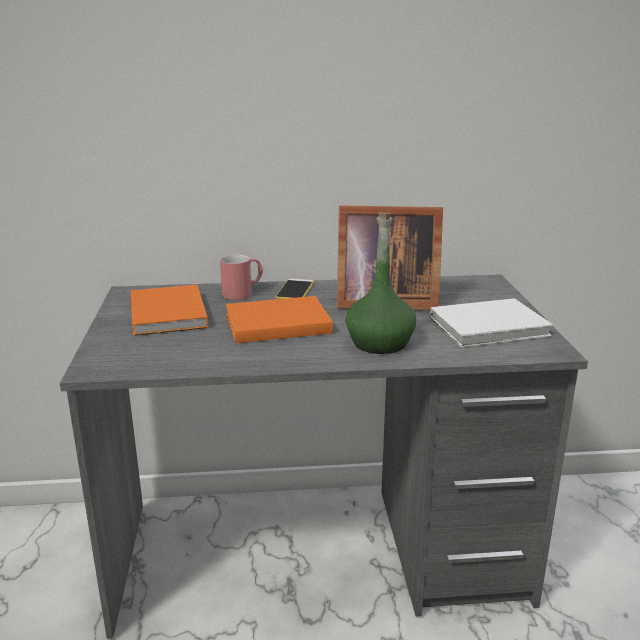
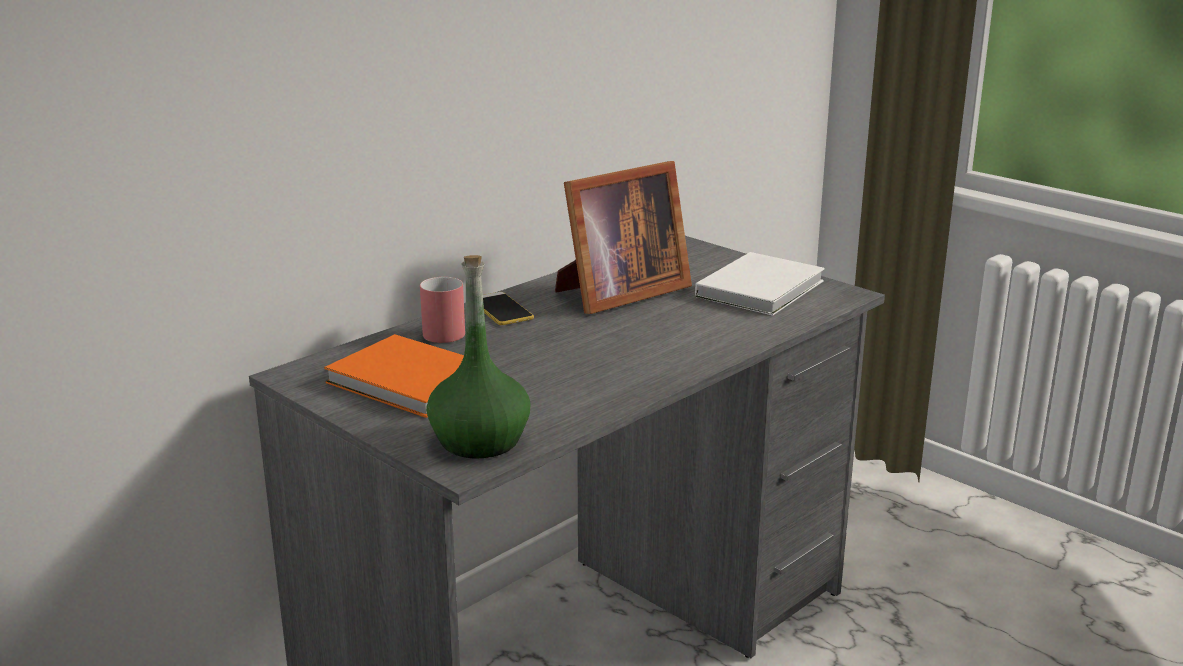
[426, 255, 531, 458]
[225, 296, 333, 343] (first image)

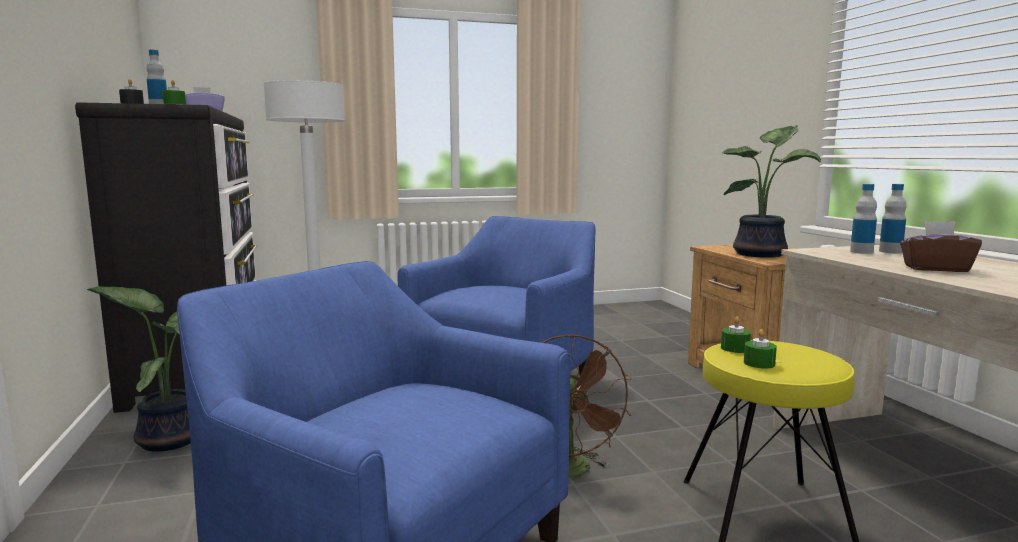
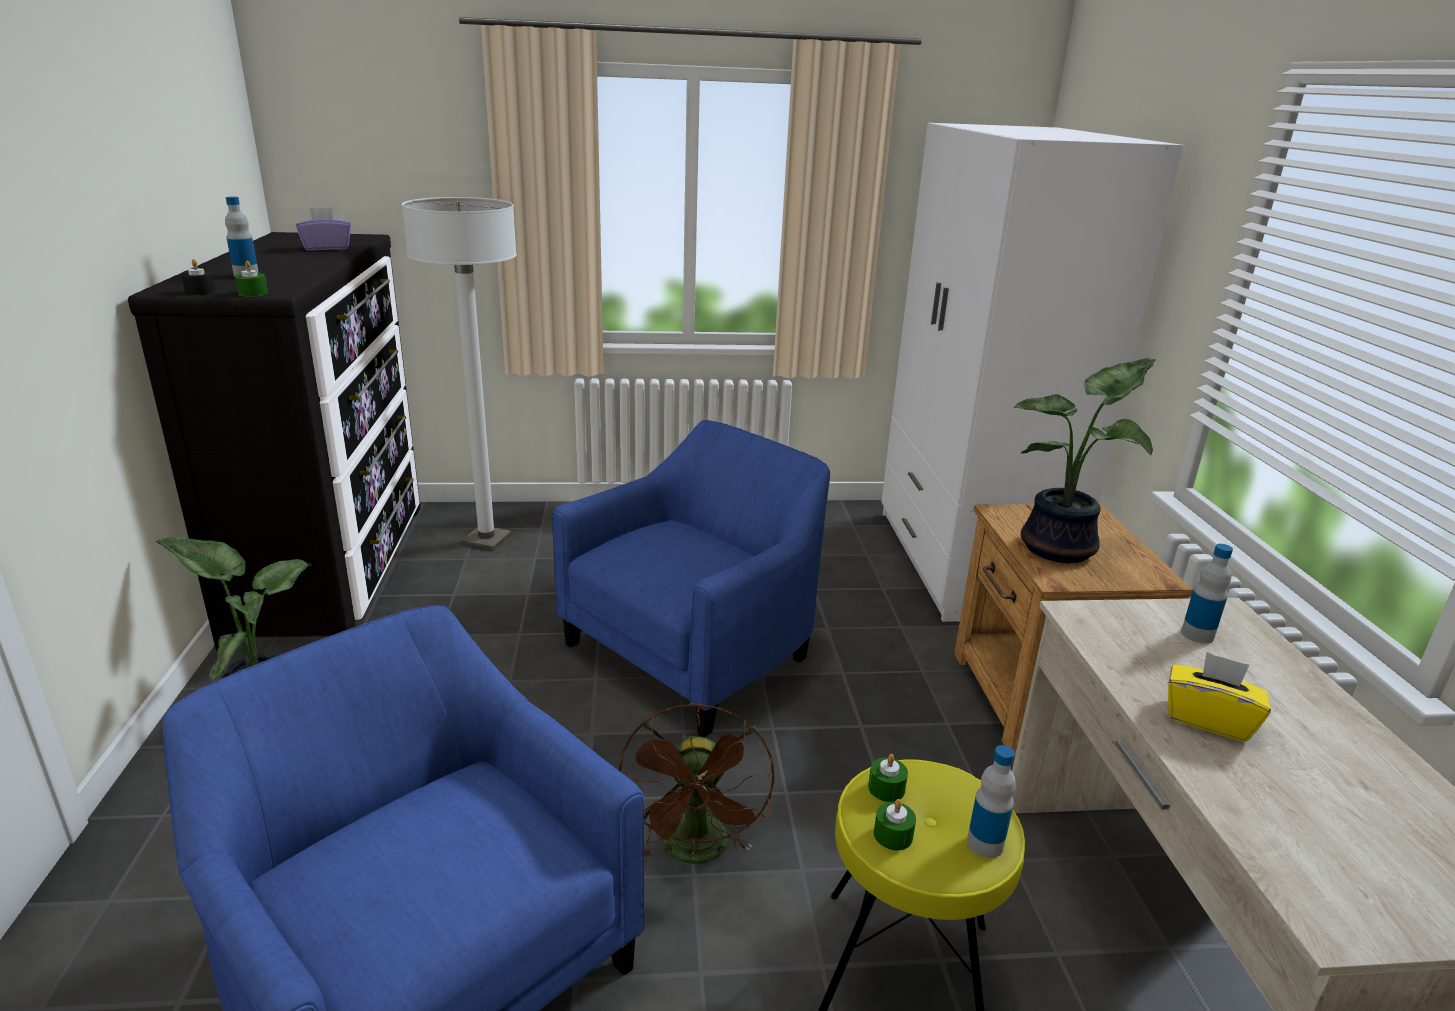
[967, 745, 1016, 858]
[1168, 652, 1271, 742]
[881, 123, 1183, 622]

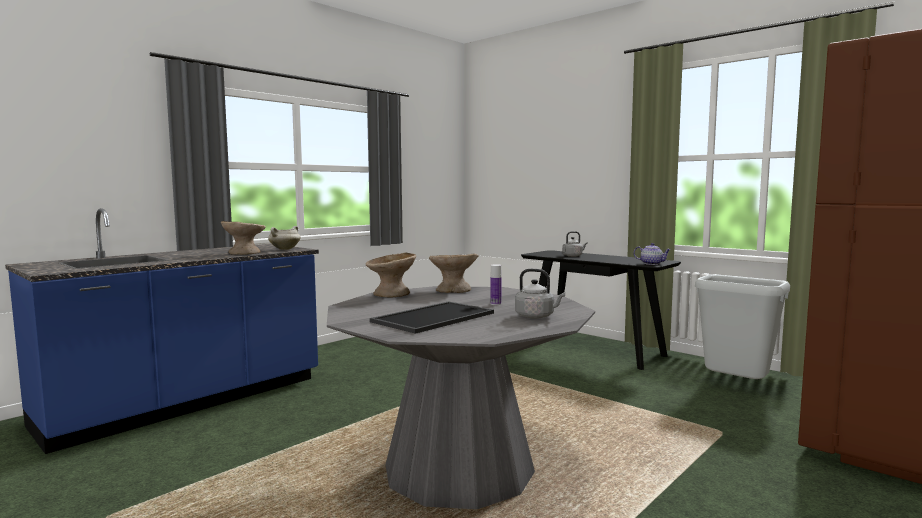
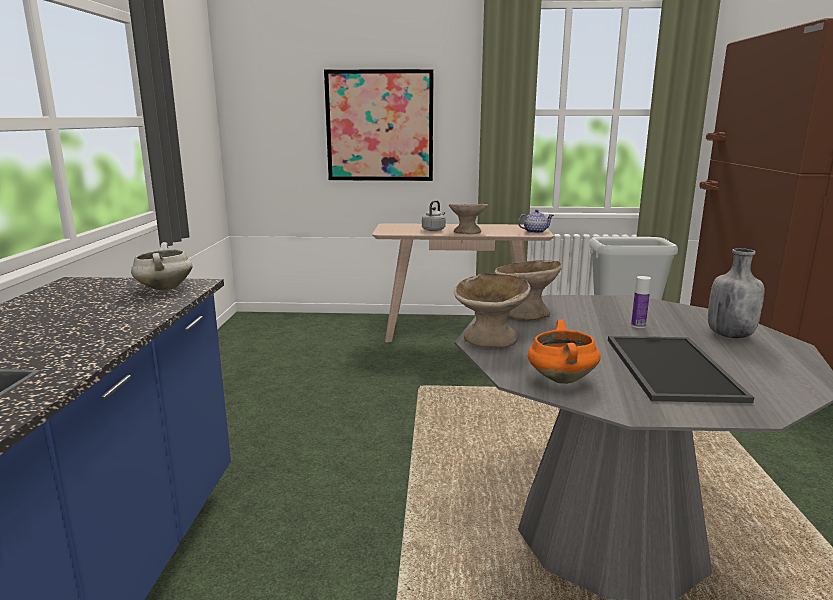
[449, 204, 488, 234]
[372, 223, 554, 342]
[708, 248, 764, 338]
[324, 69, 434, 181]
[528, 320, 601, 384]

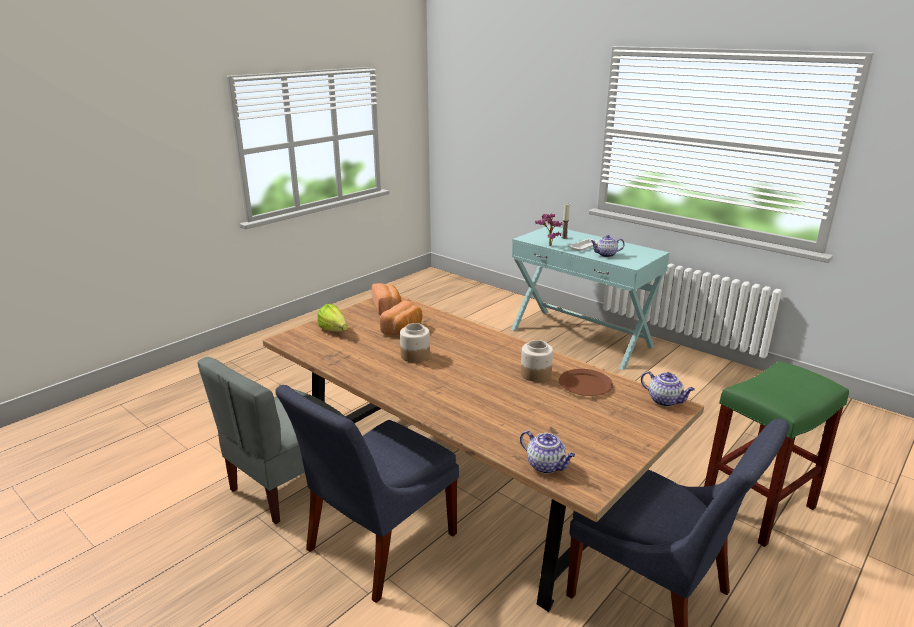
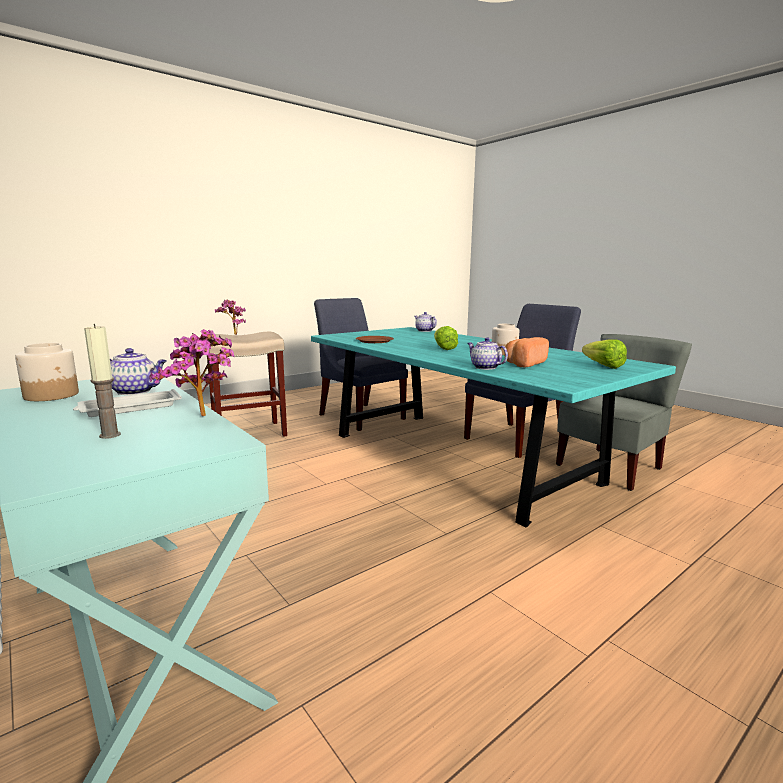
[372, 283, 402, 315] (first image)
[311, 327, 676, 528]
[15, 343, 79, 401]
[207, 332, 287, 437]
[467, 338, 508, 370]
[215, 300, 246, 335]
[434, 326, 458, 350]

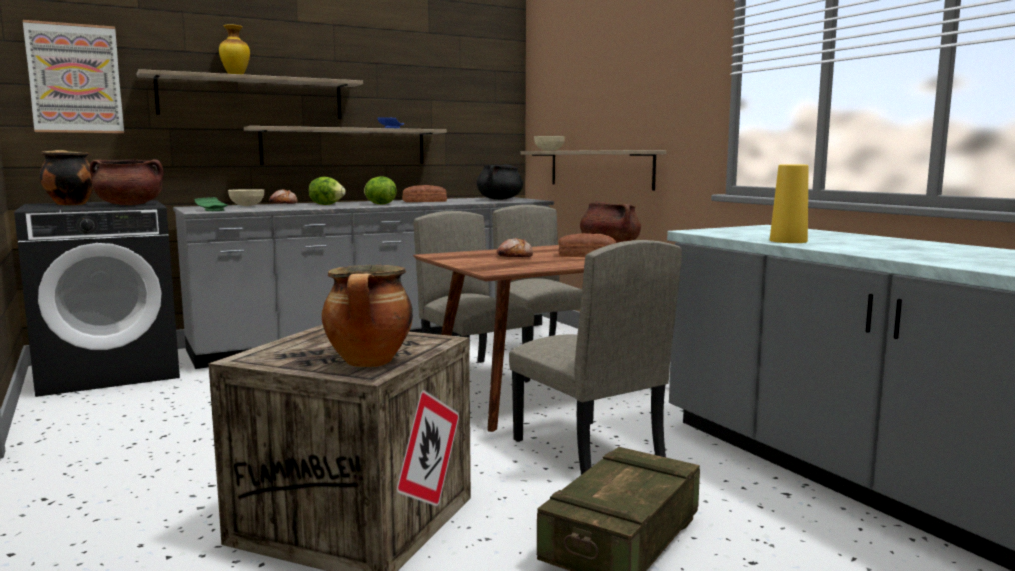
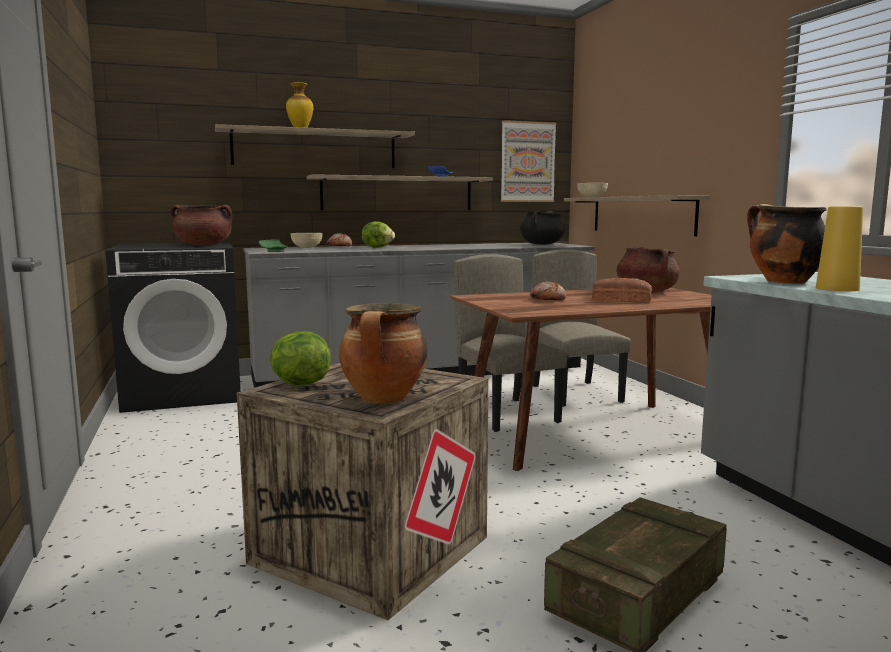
[501, 120, 556, 202]
[747, 204, 827, 284]
[270, 331, 331, 385]
[402, 185, 447, 202] (first image)
[509, 240, 682, 475] (first image)

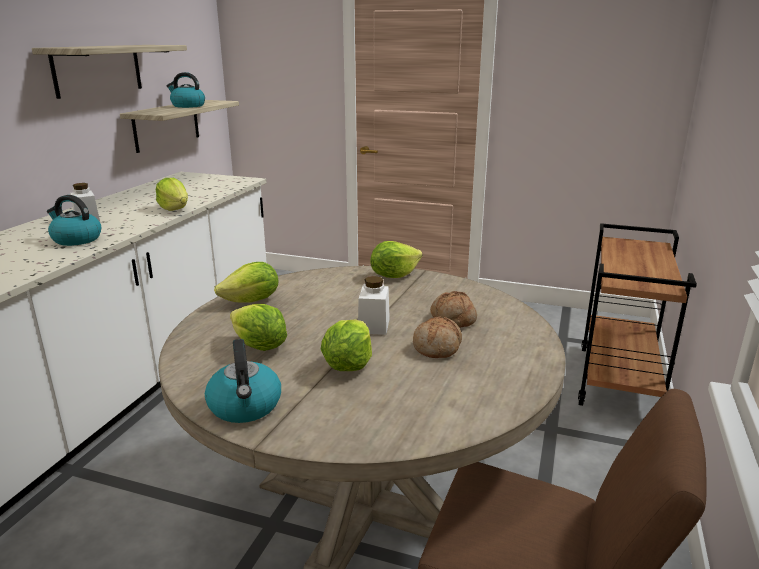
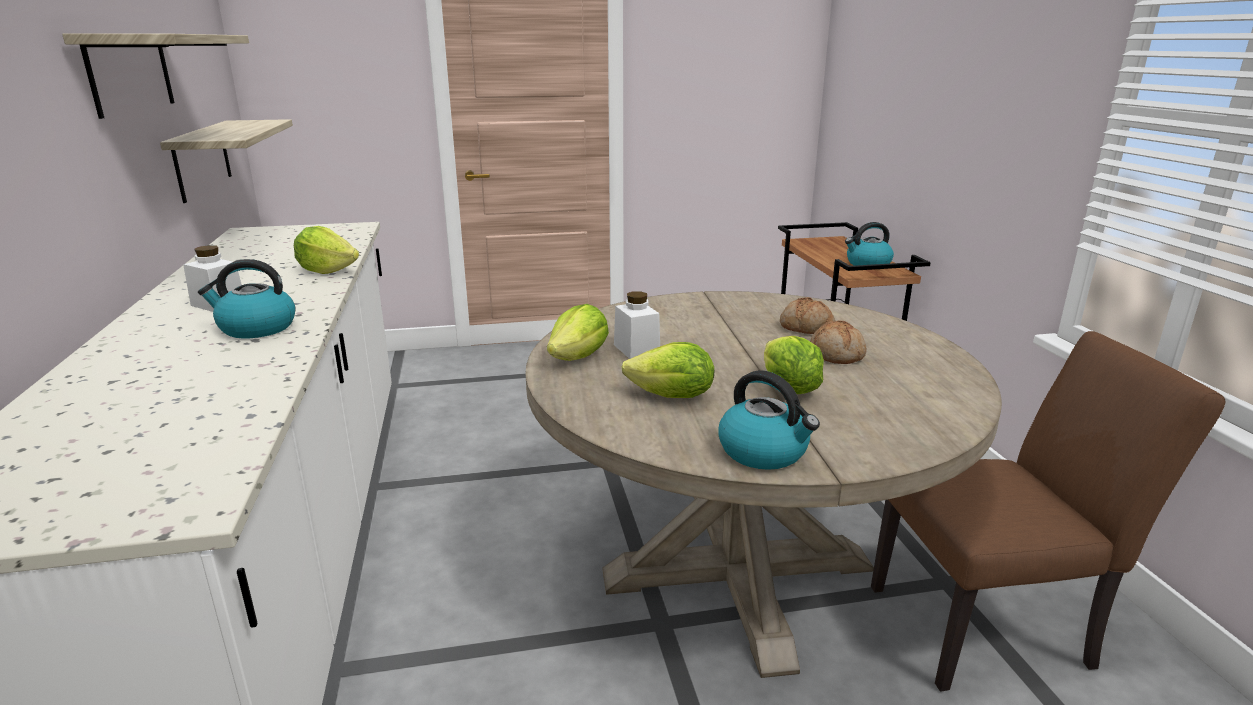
[845, 222, 894, 266]
[370, 241, 423, 278] (first image)
[614, 291, 660, 359]

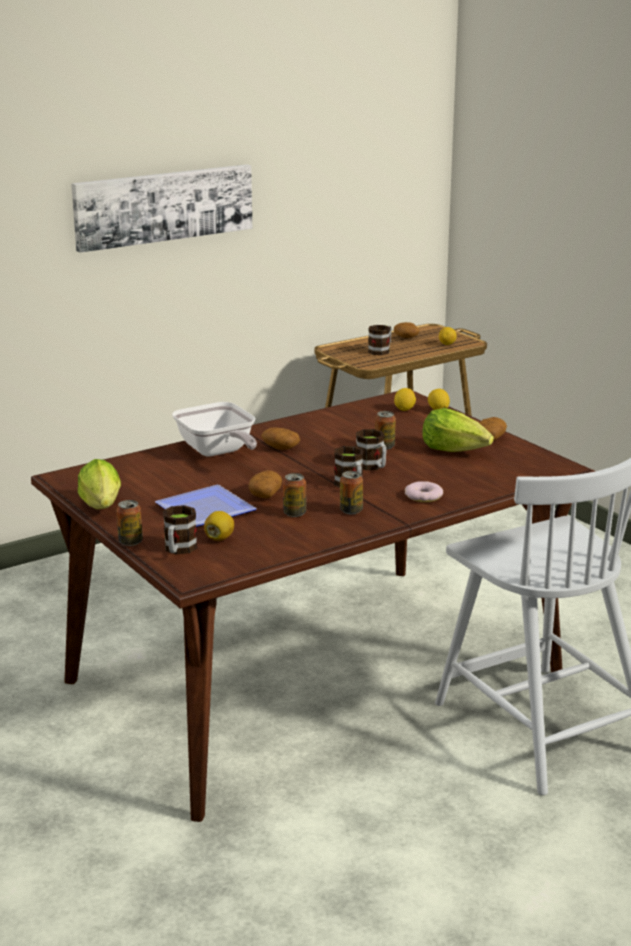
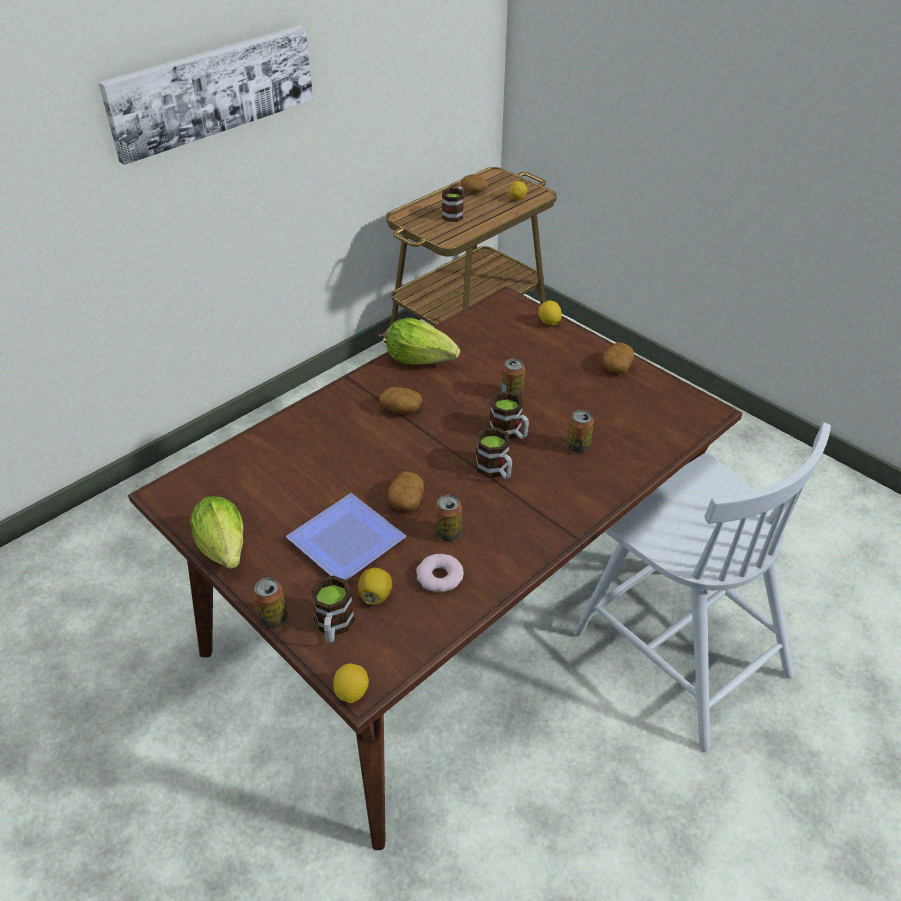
[333, 664, 369, 703]
[172, 402, 257, 457] (first image)
[386, 318, 460, 365]
[567, 410, 594, 453]
[416, 554, 464, 592]

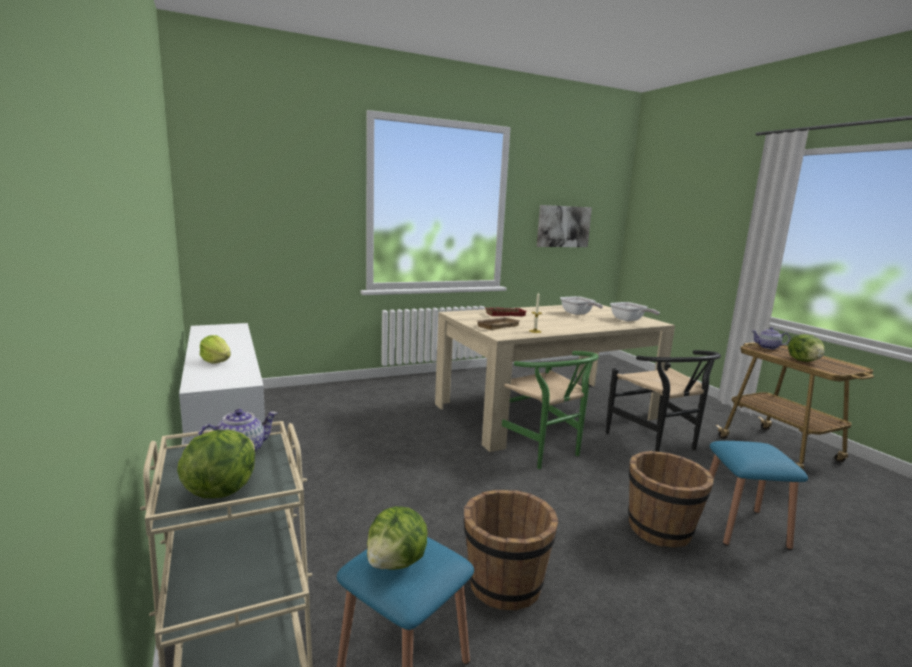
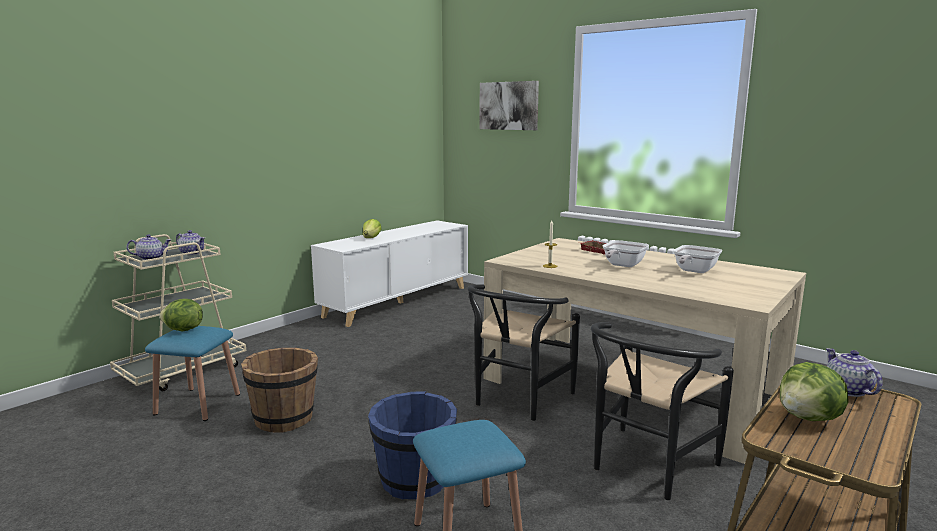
[479, 81, 539, 130]
[603, 240, 649, 267]
[477, 317, 521, 330] (first image)
[468, 284, 580, 421]
[127, 234, 171, 260]
[368, 391, 457, 500]

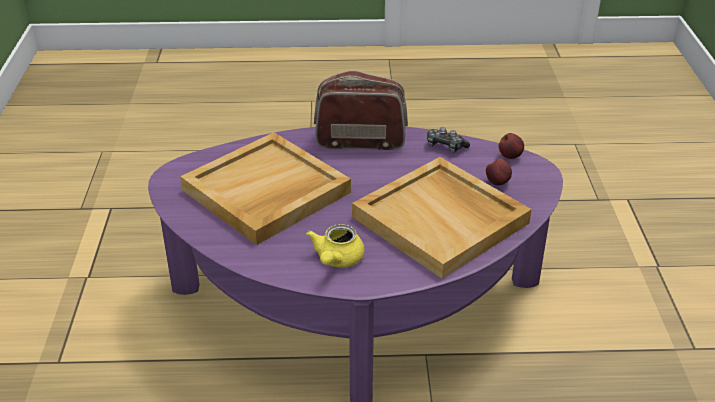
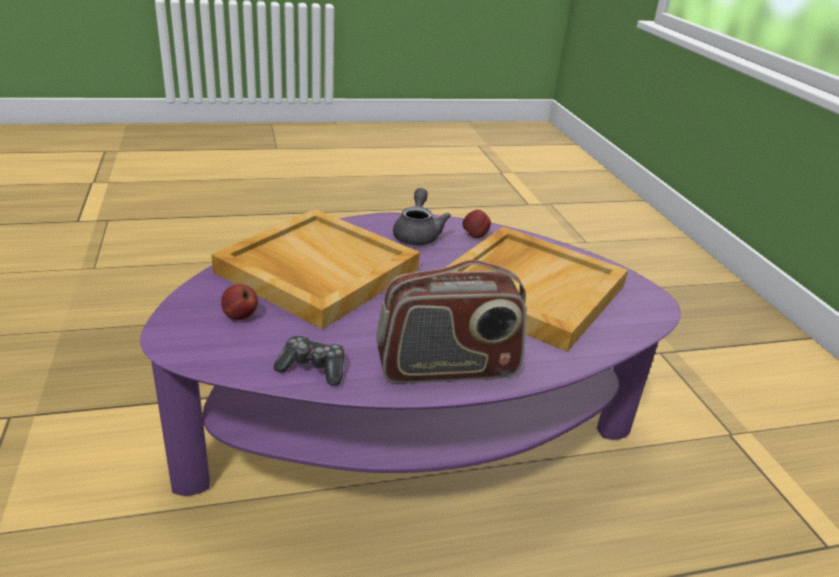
[462, 210, 491, 238]
[393, 188, 451, 245]

